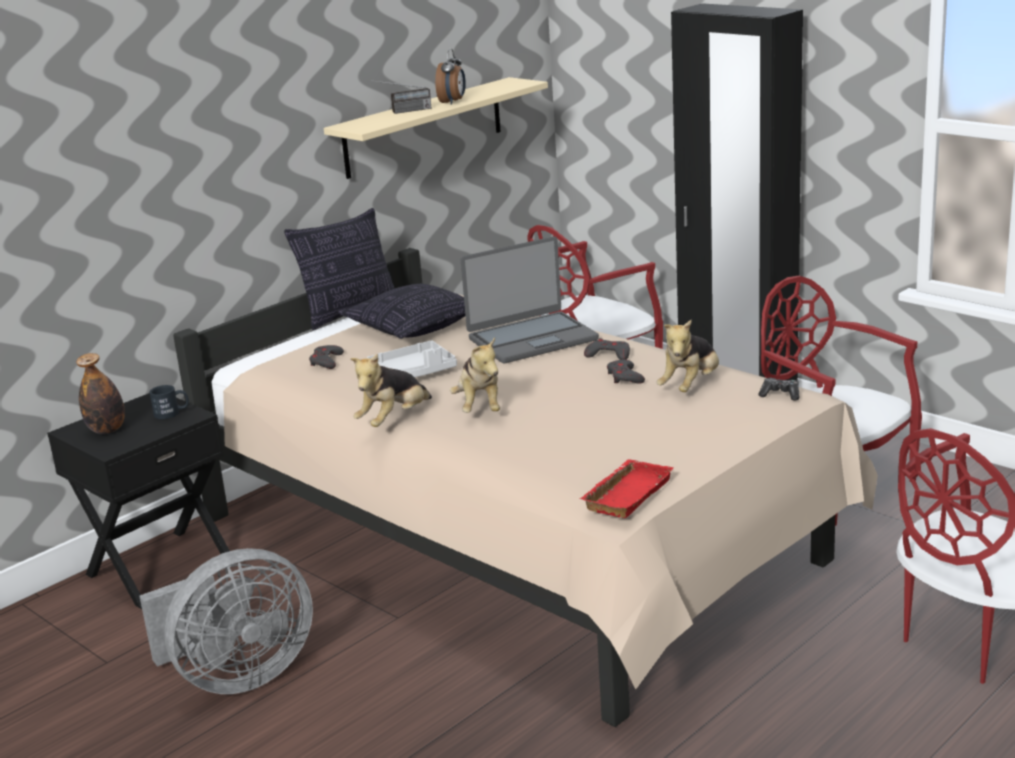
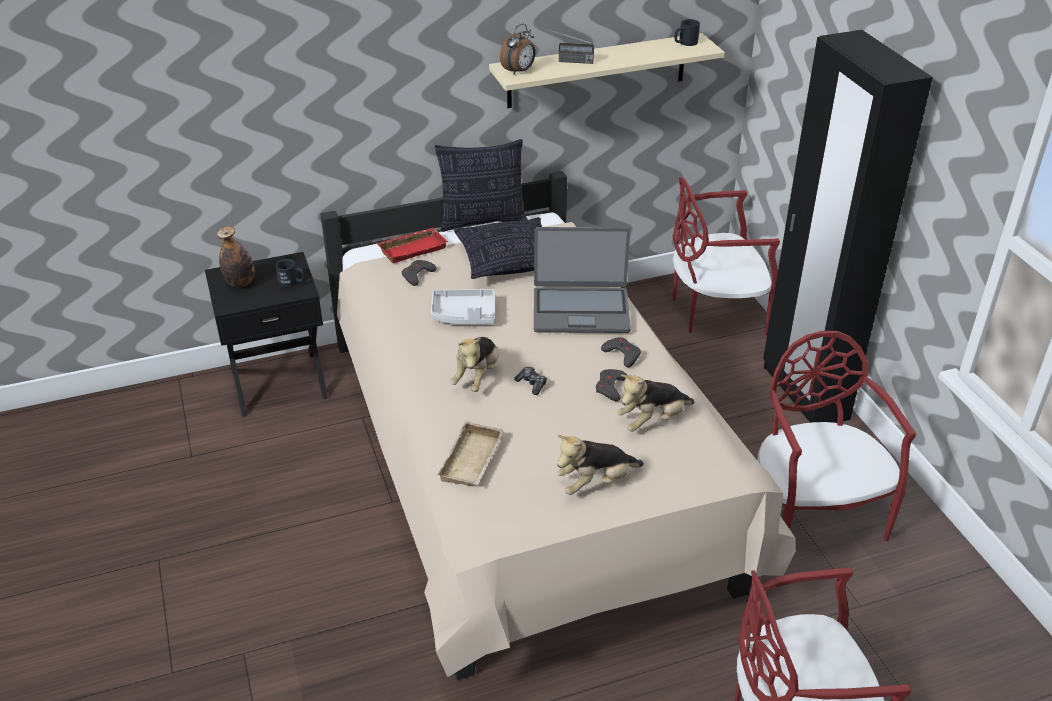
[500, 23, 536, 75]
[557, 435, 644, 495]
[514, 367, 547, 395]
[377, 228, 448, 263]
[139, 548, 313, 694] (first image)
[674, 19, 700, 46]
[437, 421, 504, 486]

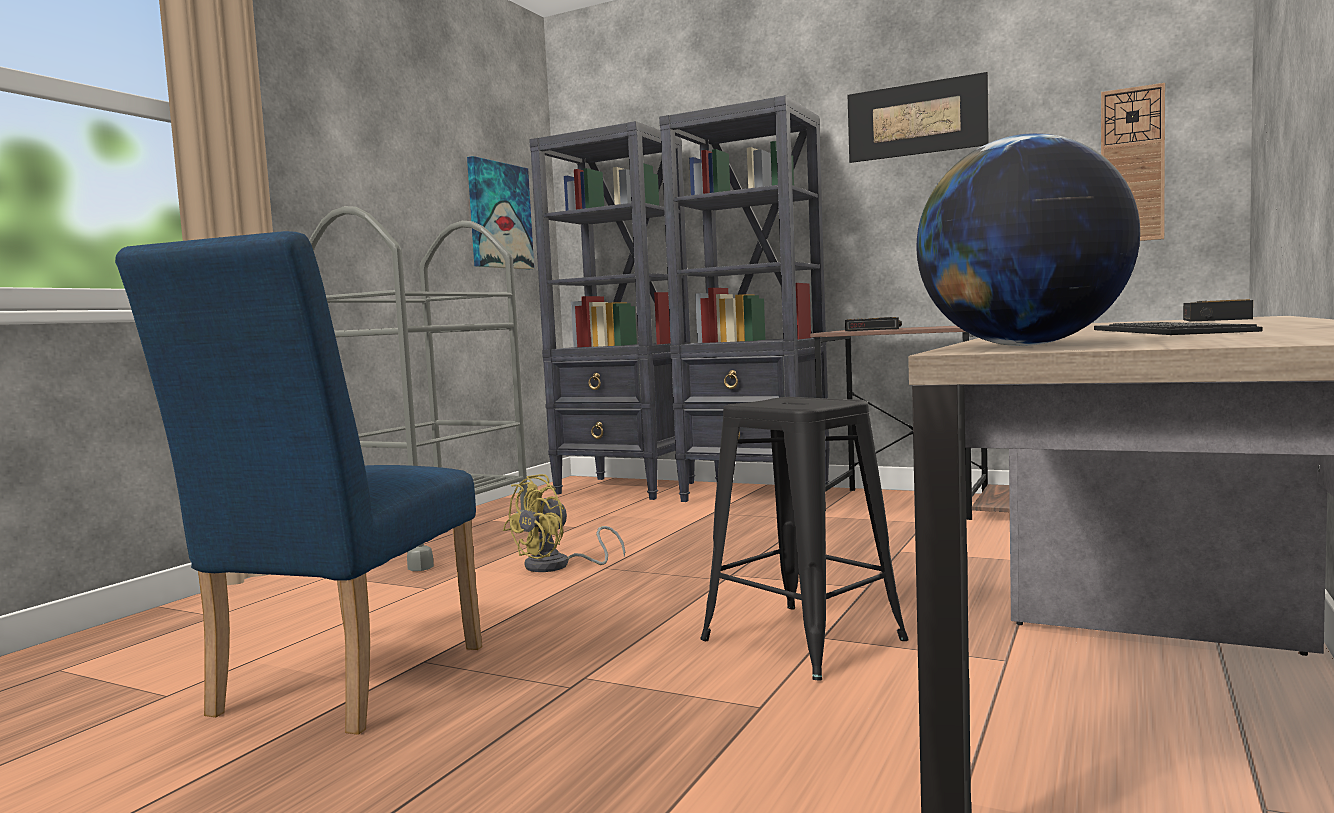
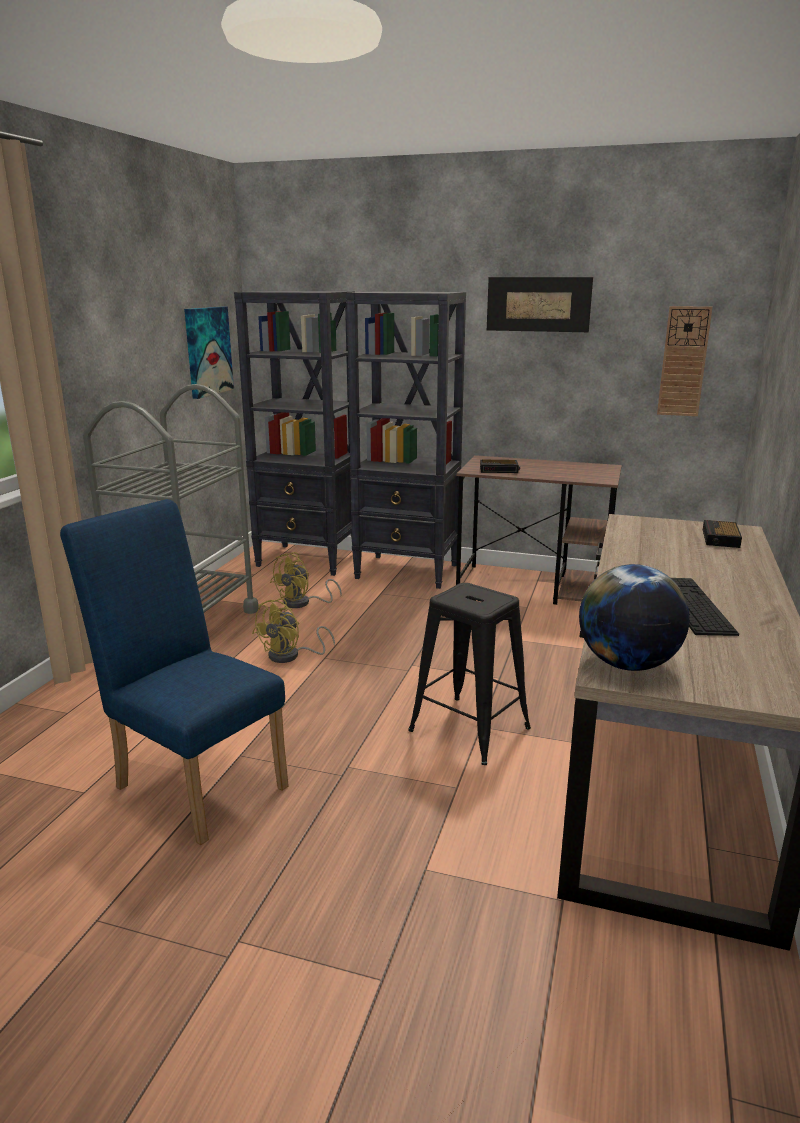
[60, 499, 289, 845]
[270, 552, 342, 608]

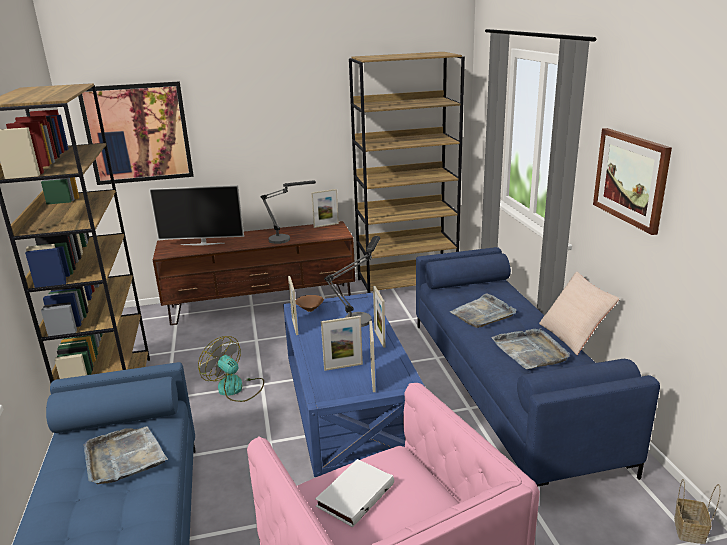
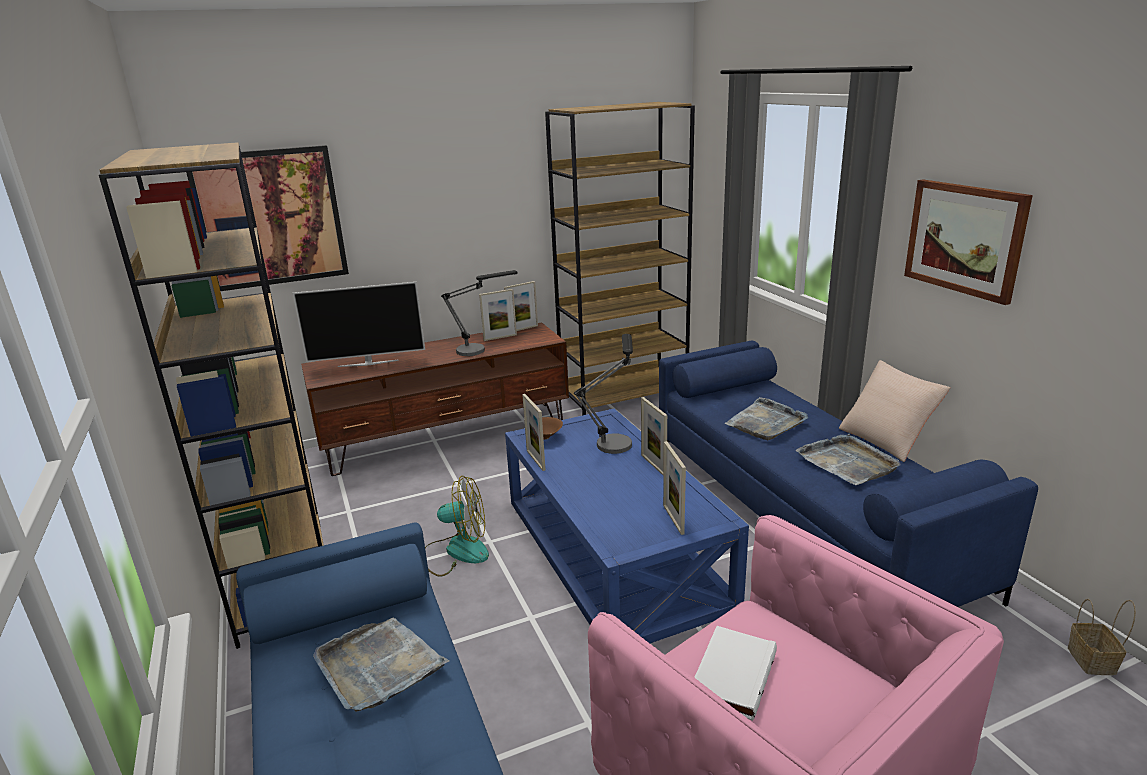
[479, 289, 517, 341]
[425, 476, 489, 577]

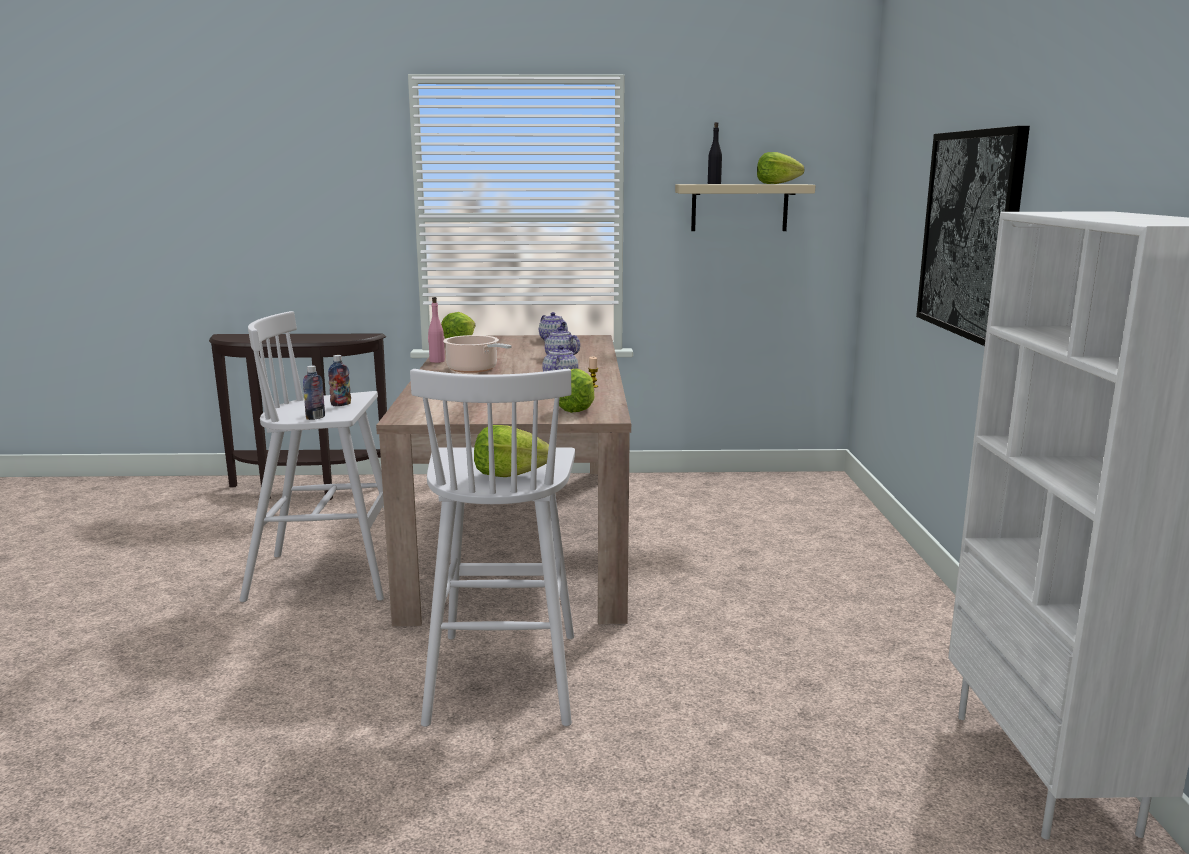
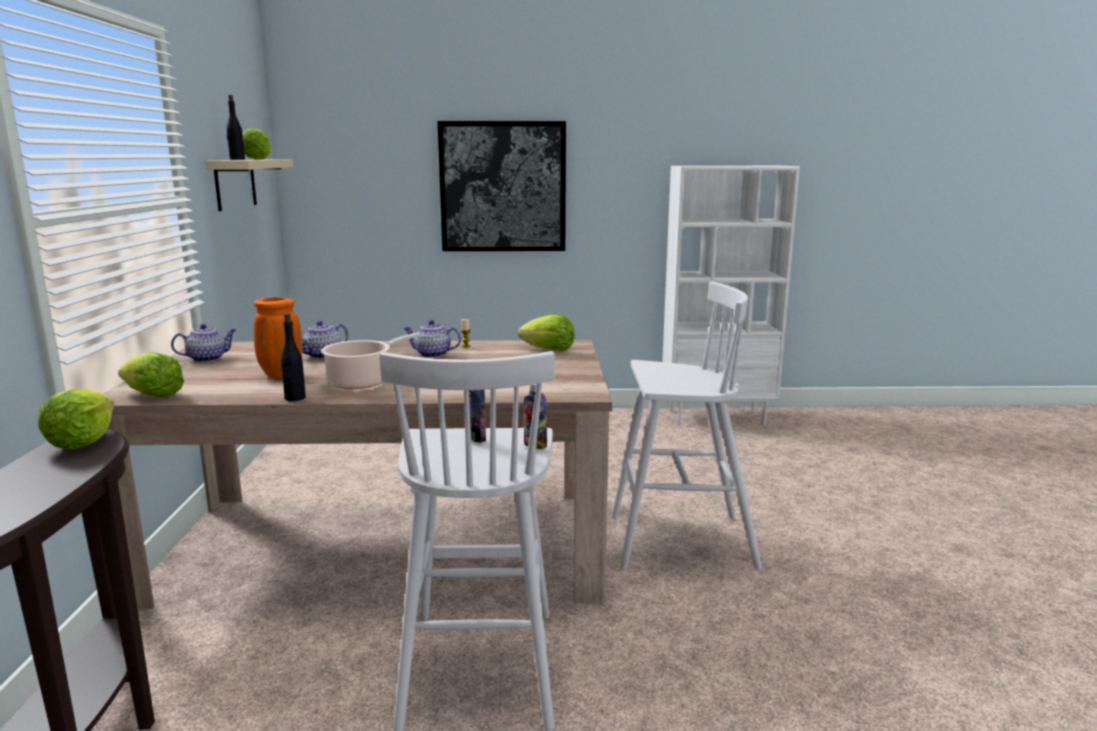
[281, 313, 306, 401]
[38, 389, 114, 450]
[254, 297, 302, 379]

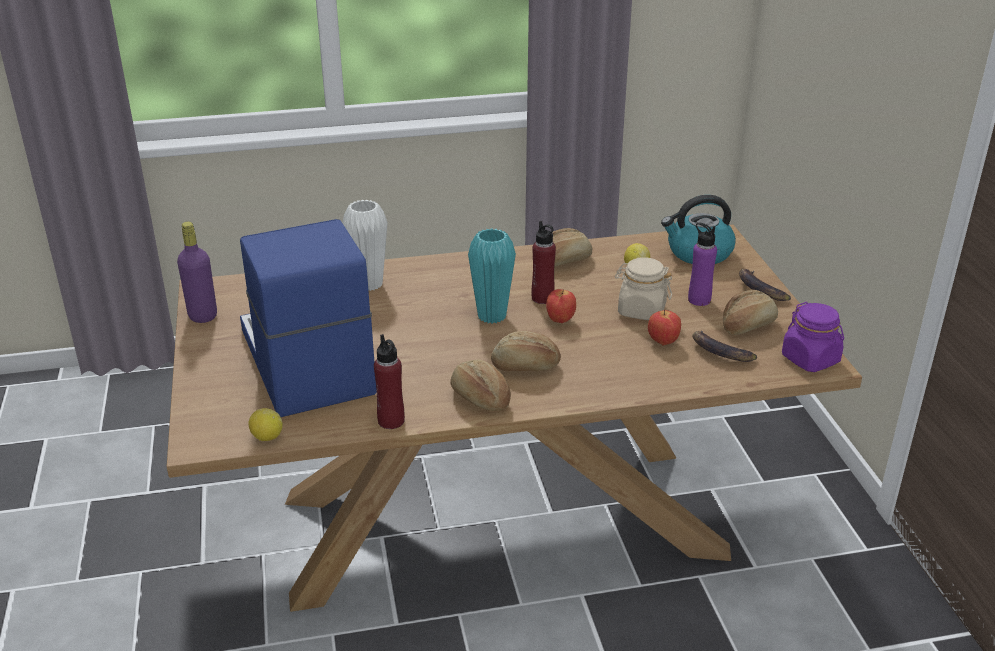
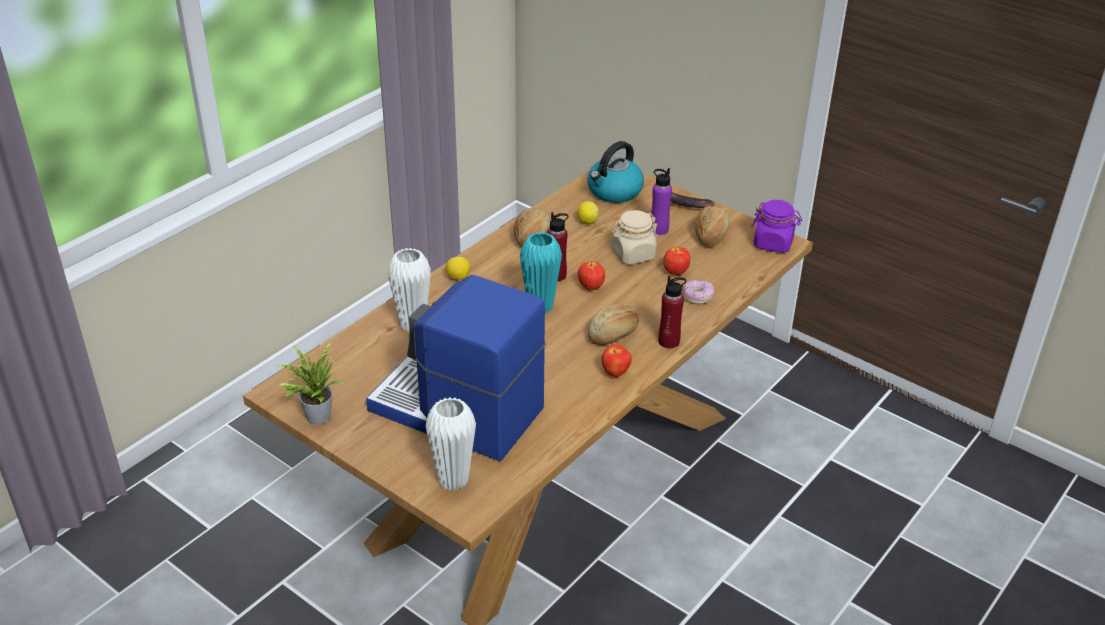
[275, 341, 344, 425]
[693, 330, 757, 362] (first image)
[658, 276, 686, 348]
[602, 344, 632, 377]
[446, 257, 470, 280]
[684, 280, 715, 304]
[425, 397, 476, 490]

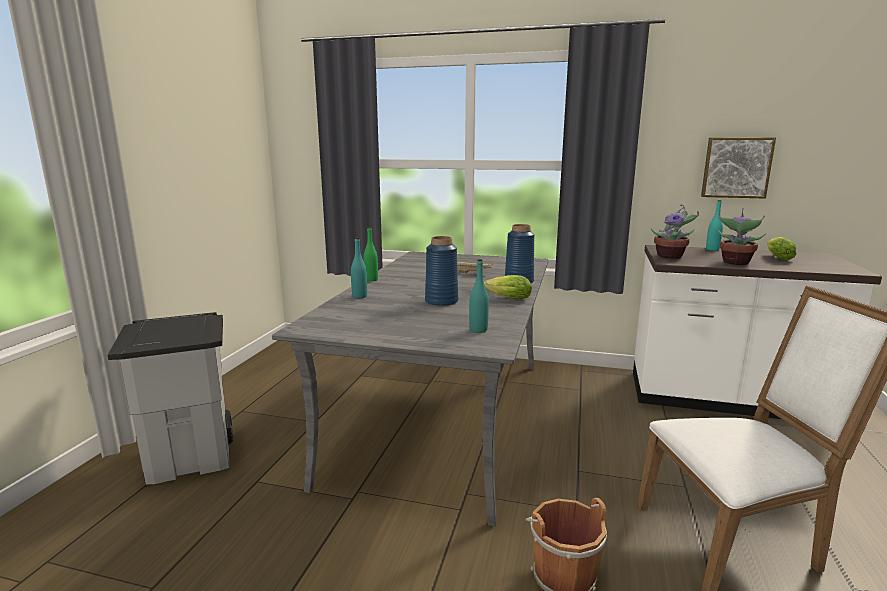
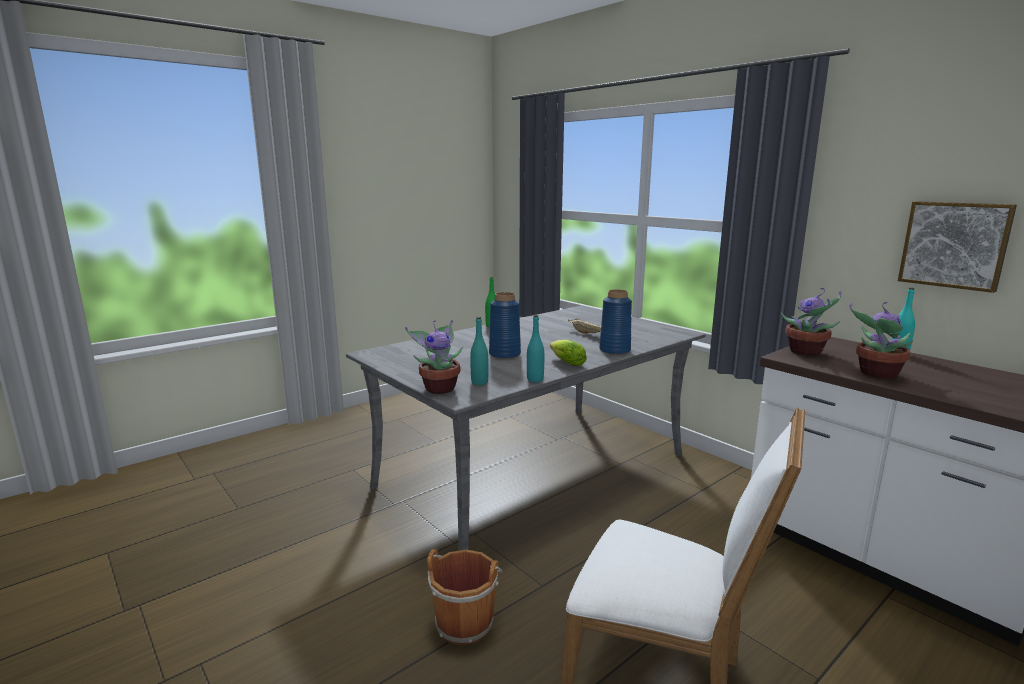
[527, 315, 544, 382]
[767, 237, 796, 260] (first image)
[107, 312, 233, 485] (first image)
[405, 320, 463, 394]

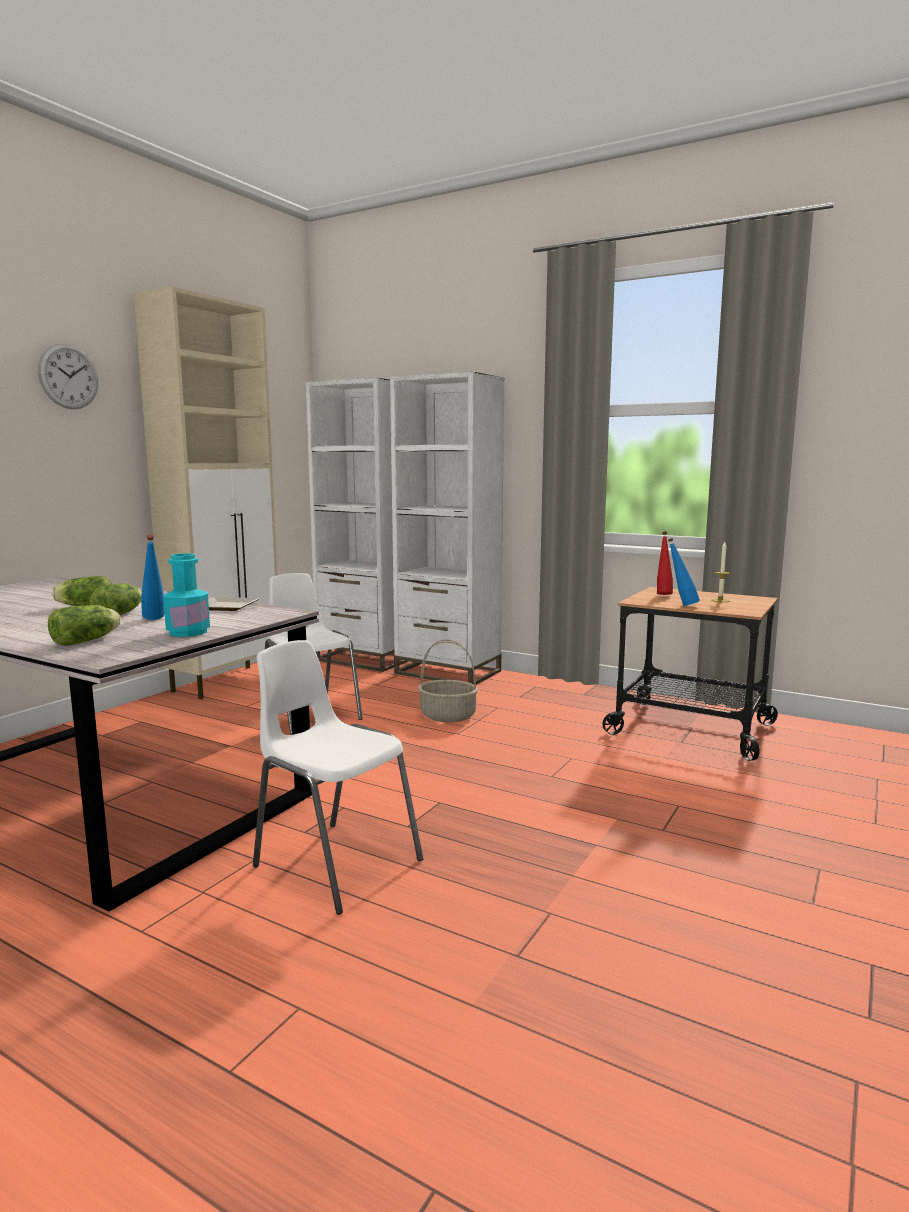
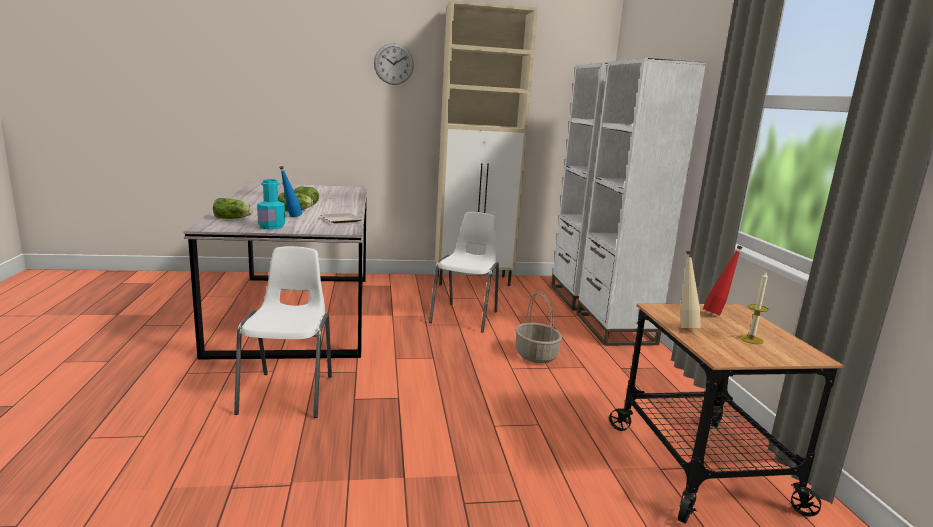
[681, 251, 701, 328]

